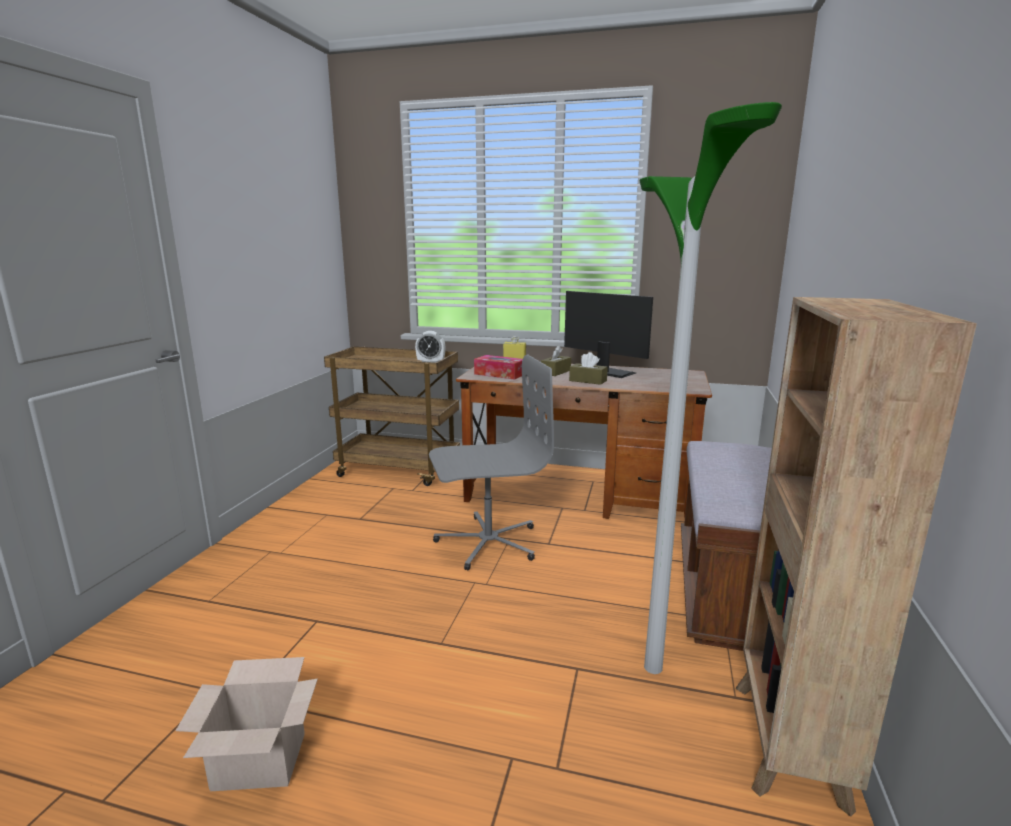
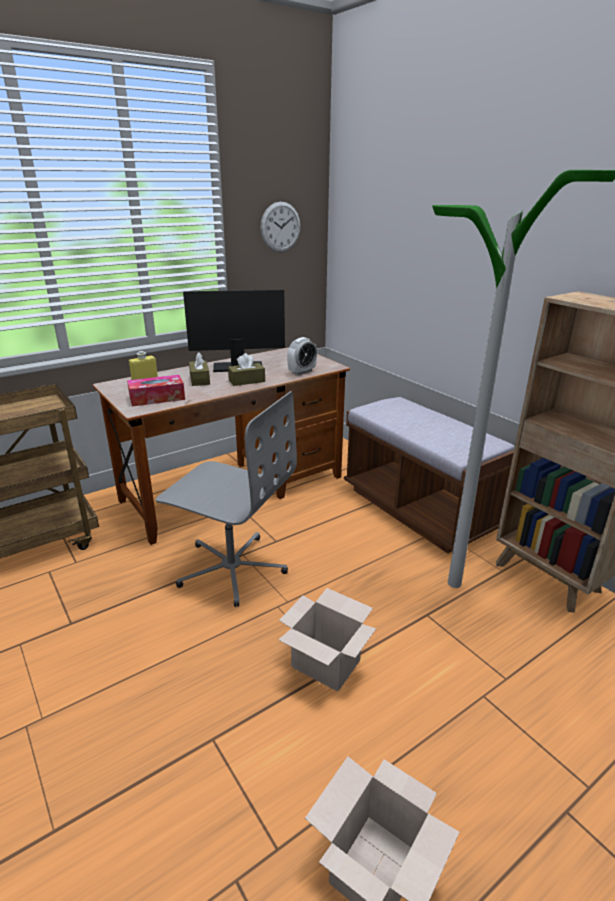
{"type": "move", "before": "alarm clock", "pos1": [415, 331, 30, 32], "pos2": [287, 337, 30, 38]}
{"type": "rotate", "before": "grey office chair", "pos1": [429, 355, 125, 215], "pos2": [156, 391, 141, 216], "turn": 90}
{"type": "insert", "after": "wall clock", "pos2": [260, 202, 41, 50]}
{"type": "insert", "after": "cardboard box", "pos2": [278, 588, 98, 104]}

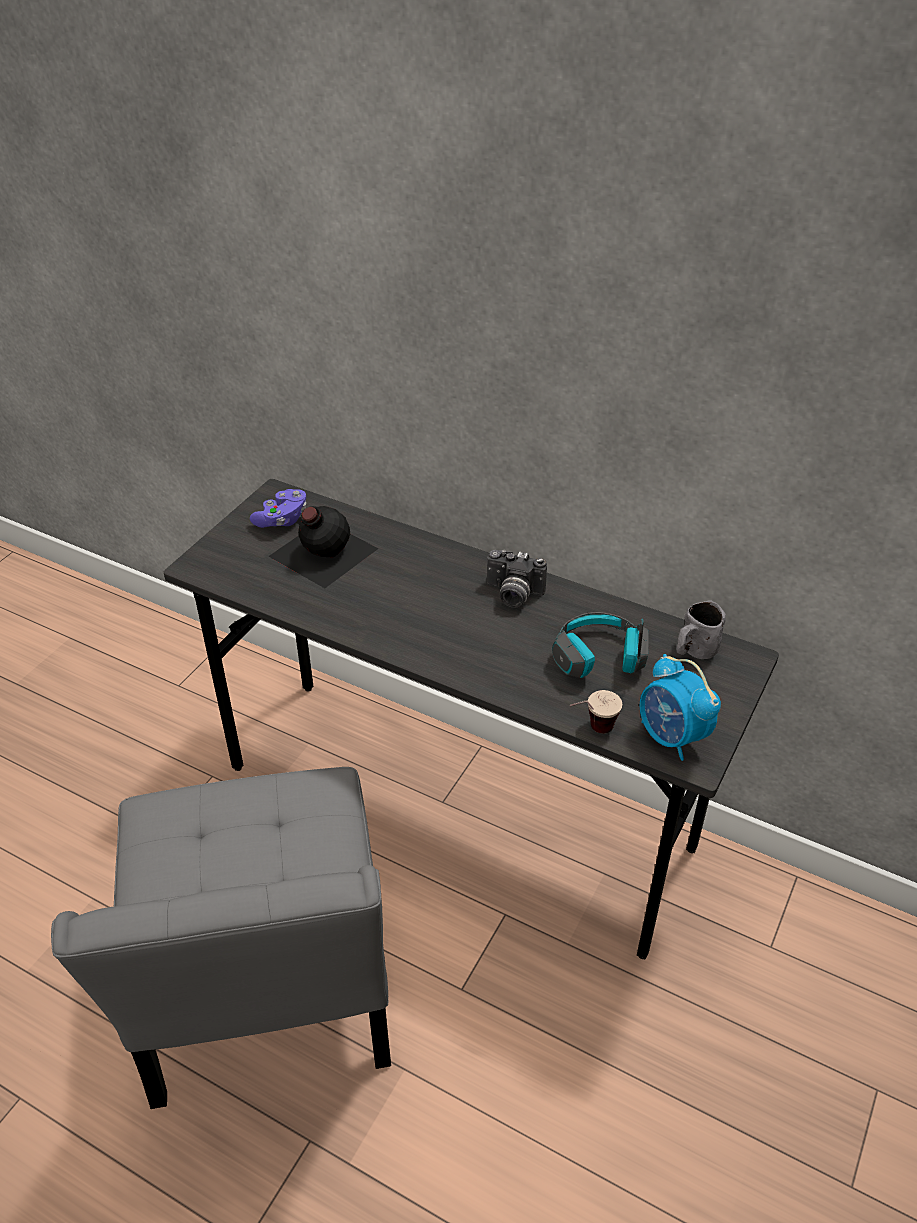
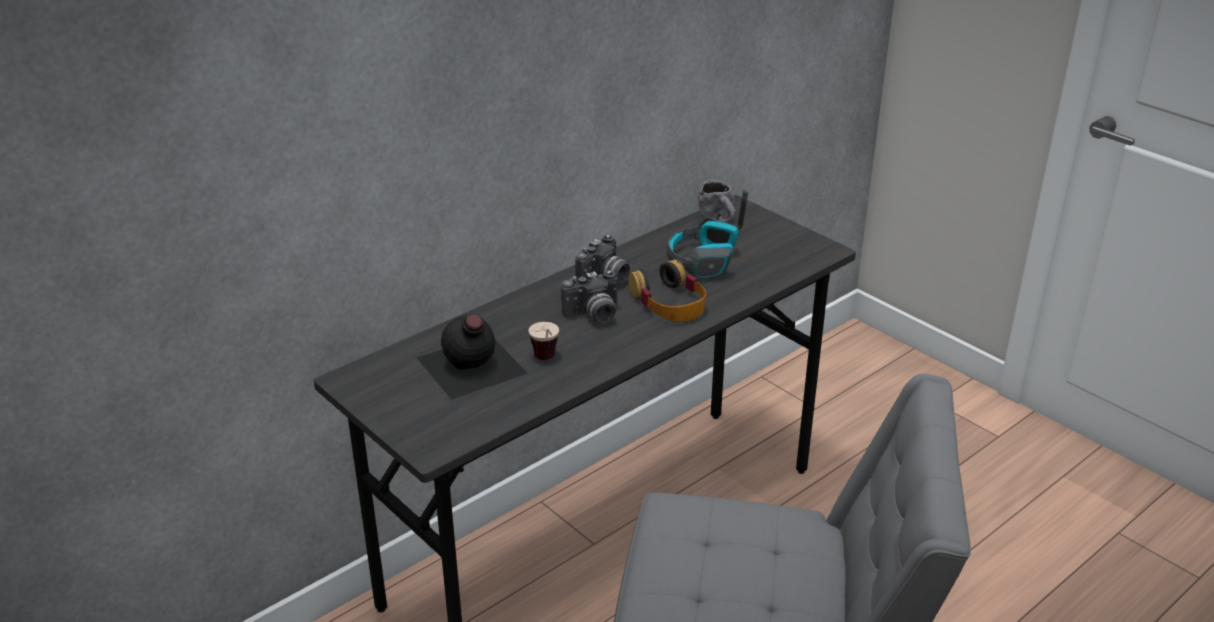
{"type": "delete", "before": "purple game controller", "pos1": [250, 489, 56, 39]}
{"type": "move", "before": "cup", "pos1": [570, 690, 52, 43], "pos2": [529, 322, 30, 38]}
{"type": "delete", "before": "alarm clock", "pos1": [640, 654, 81, 107]}
{"type": "insert", "after": "photo camera", "pos2": [561, 270, 56, 53]}
{"type": "insert", "after": "headphones", "pos2": [629, 260, 77, 62]}

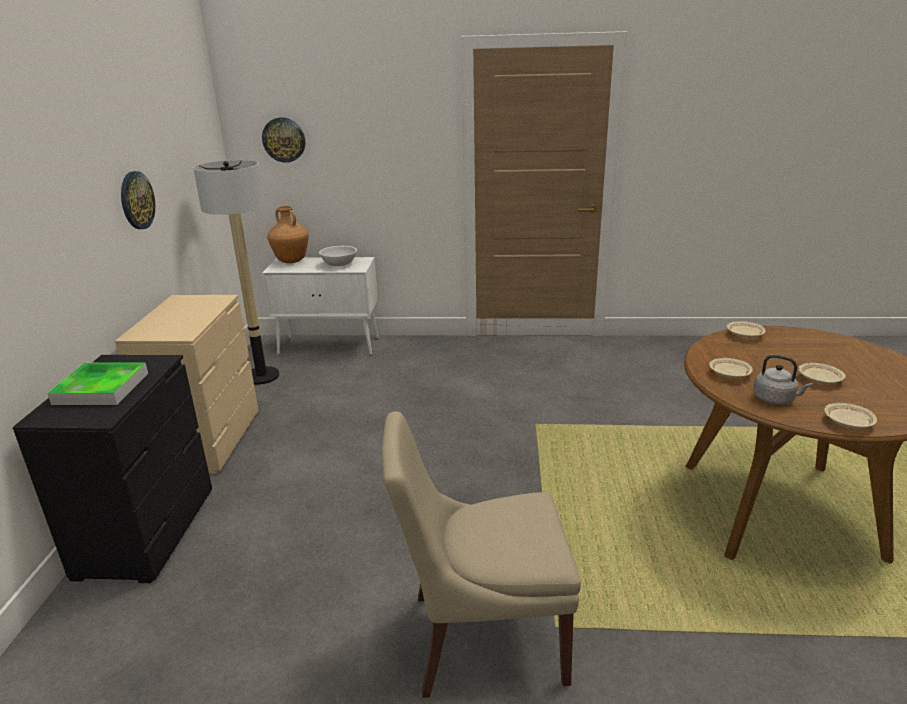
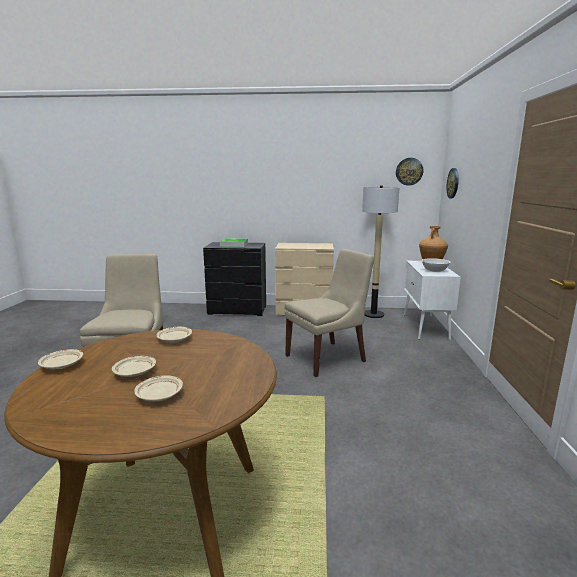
{"type": "move", "before": "wall clock", "pos1": [121, 171, 34, 58], "pos2": [396, 158, 27, 27]}
{"type": "move", "before": "beige plate", "pos1": [727, 321, 39, 17], "pos2": [134, 375, 49, 27]}
{"type": "delete", "before": "grey kettle", "pos1": [753, 355, 60, 50]}
{"type": "insert", "after": "beige chair", "pos2": [285, 249, 89, 128]}

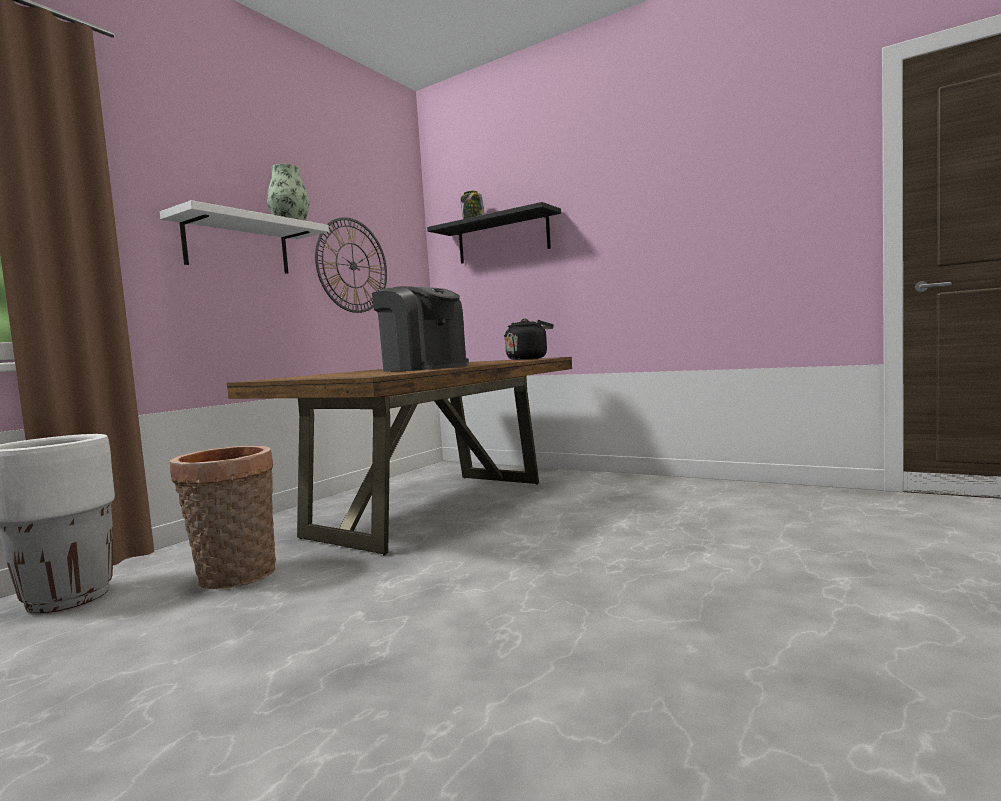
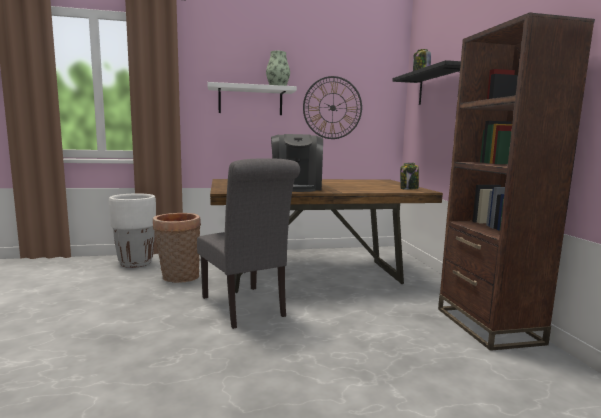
{"type": "replace", "before": "black kettle", "after": "jar", "pos1": [504, 319, 50, 41], "pos2": [400, 163, 19, 27]}
{"type": "insert", "after": "grey chair", "pos2": [197, 158, 103, 171]}
{"type": "insert", "after": "brown bookcase", "pos2": [438, 12, 157, 339]}

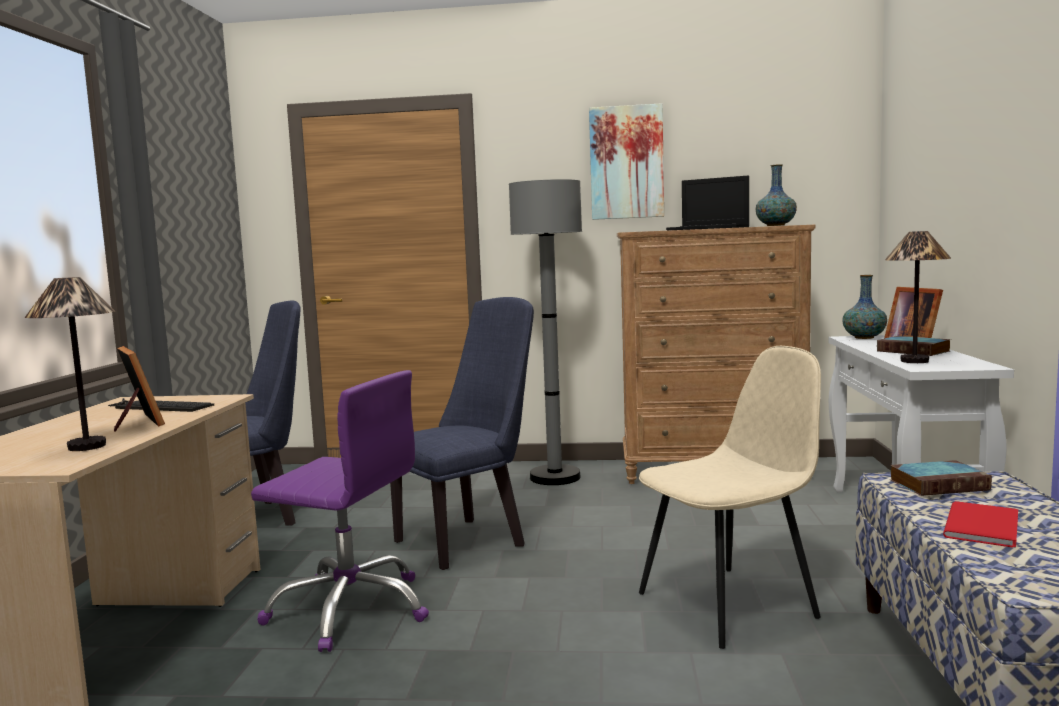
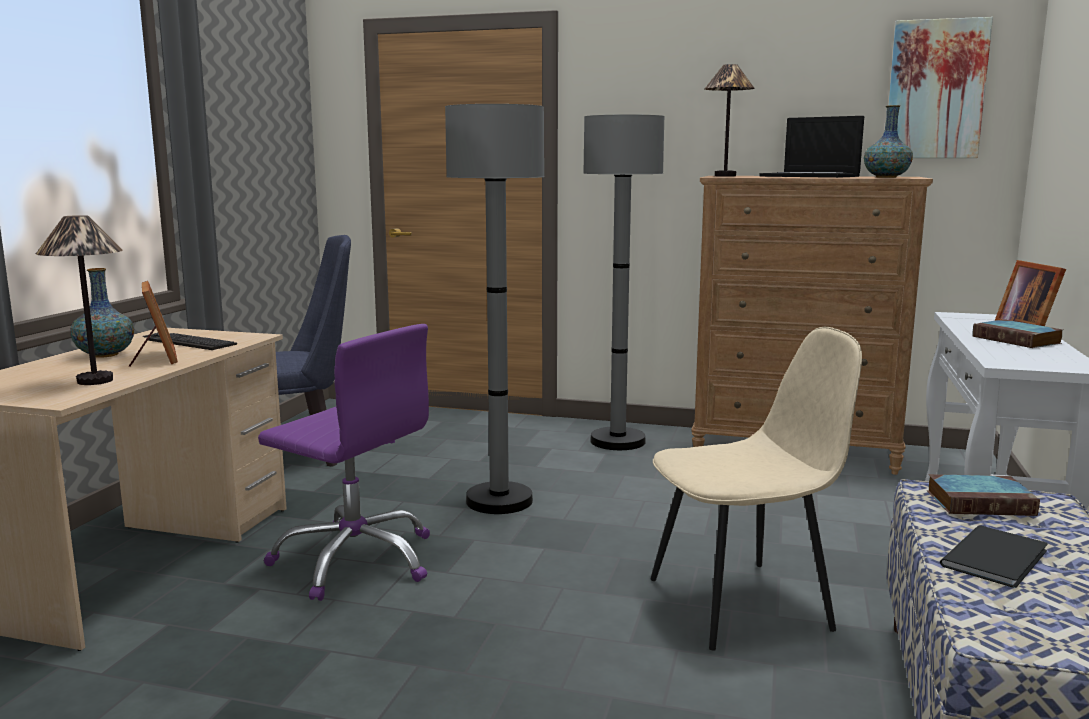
{"type": "replace", "before": "blue chair", "after": "grey floor lamp", "pos1": [390, 297, 144, 273], "pos2": [445, 104, 99, 410]}
{"type": "move", "before": "picture", "pos1": [589, 103, 75, 117], "pos2": [889, 17, 104, 141]}
{"type": "move", "before": "vase", "pos1": [842, 275, 45, 64], "pos2": [70, 268, 64, 90]}
{"type": "move", "before": "table lamp", "pos1": [885, 231, 66, 132], "pos2": [705, 64, 50, 112]}
{"type": "recolor", "before": "red book", "after": "black book", "pos1": [943, 501, 75, 47], "pos2": [940, 525, 108, 63]}

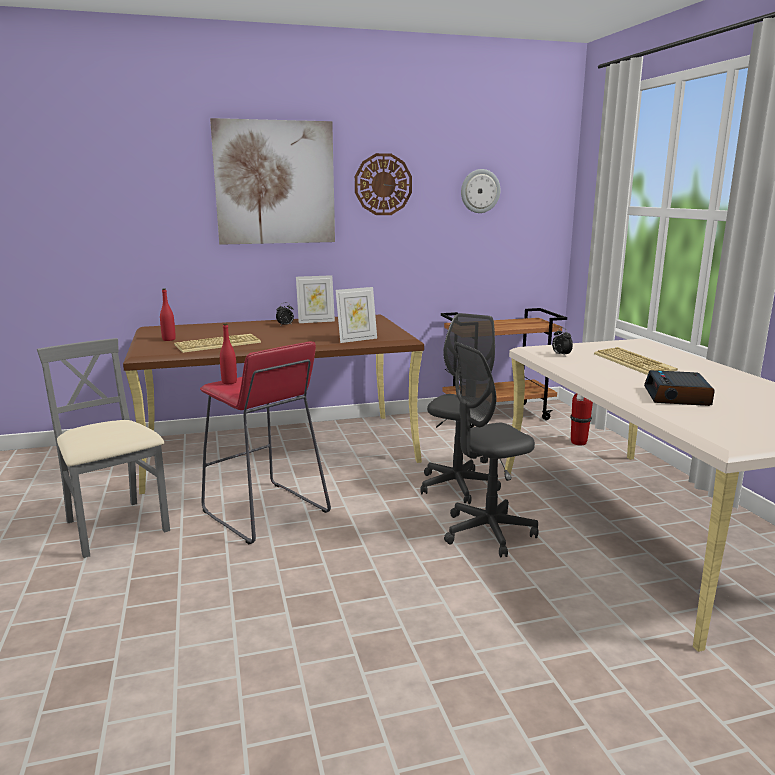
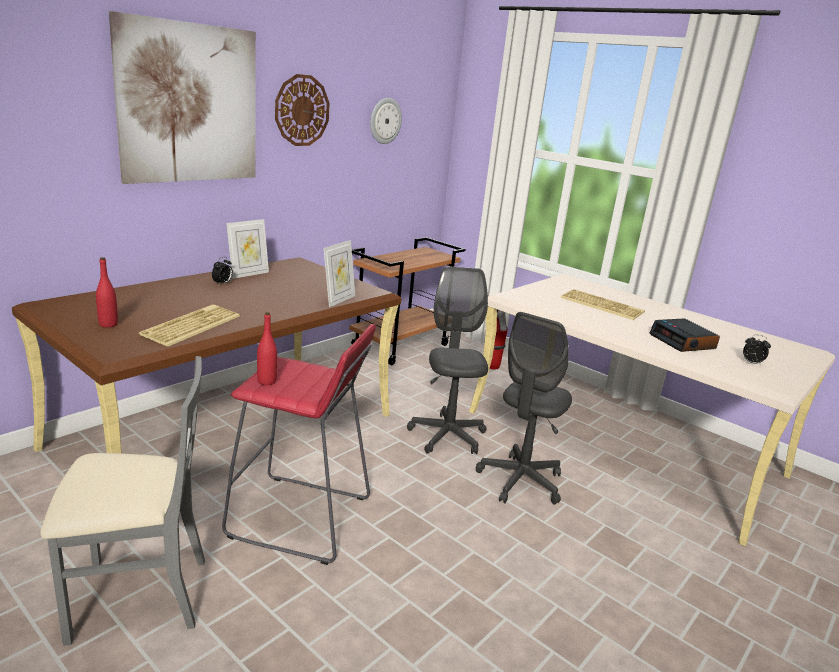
{"type": "rotate", "before": "grey chair", "pos1": [37, 338, 133, 220], "pos2": [40, 356, 165, 290], "turn": 150}
{"type": "move", "before": "alarm clock", "pos1": [552, 327, 21, 28], "pos2": [743, 335, 28, 31]}

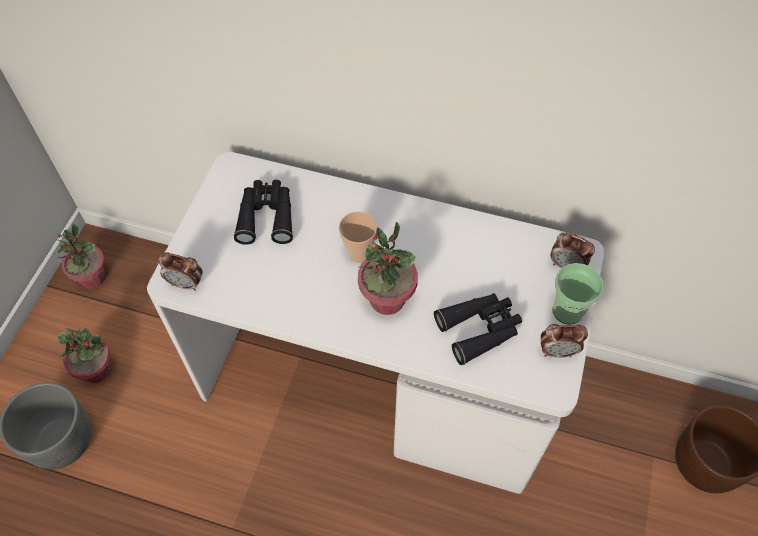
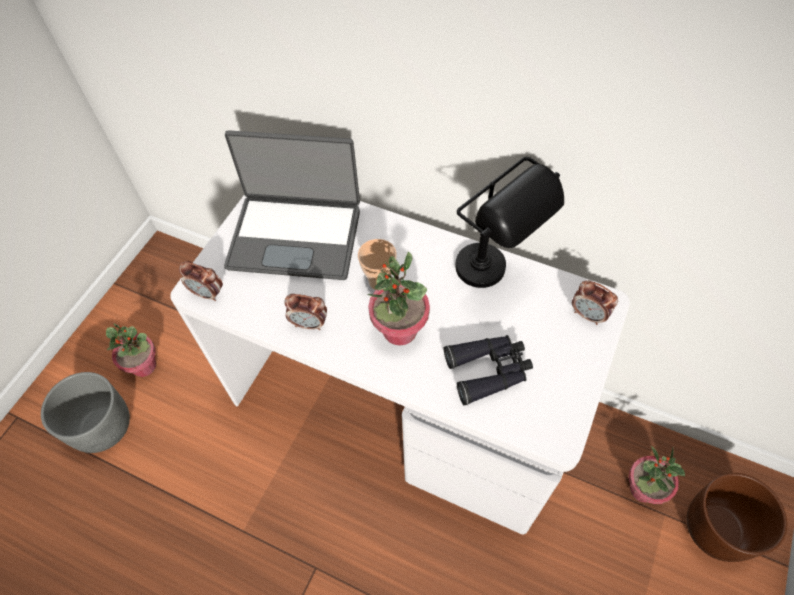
{"type": "move", "before": "potted plant", "pos1": [58, 224, 47, 65], "pos2": [629, 446, 56, 58]}
{"type": "replace", "before": "black binoculars", "after": "laptop", "pos1": [234, 180, 59, 65], "pos2": [224, 130, 136, 150]}
{"type": "move", "before": "alarm clock", "pos1": [541, 324, 47, 34], "pos2": [284, 294, 43, 36]}
{"type": "delete", "before": "cup", "pos1": [552, 263, 52, 62]}
{"type": "insert", "after": "black table lamp", "pos2": [455, 157, 109, 131]}

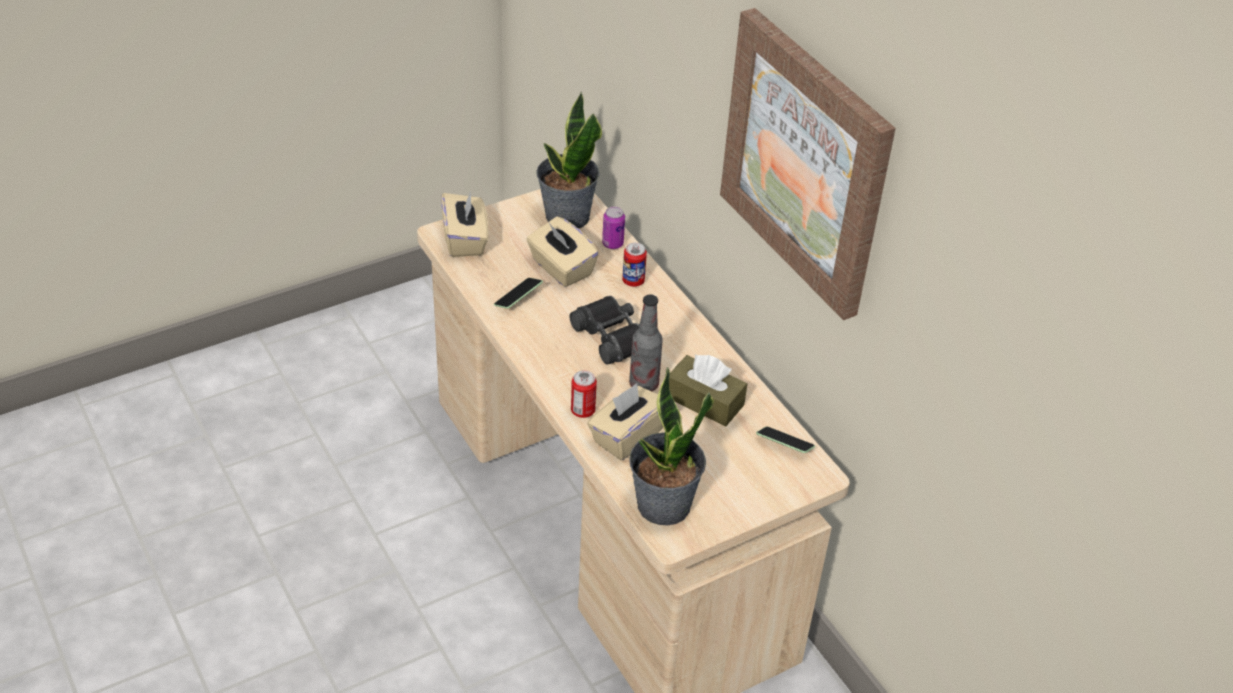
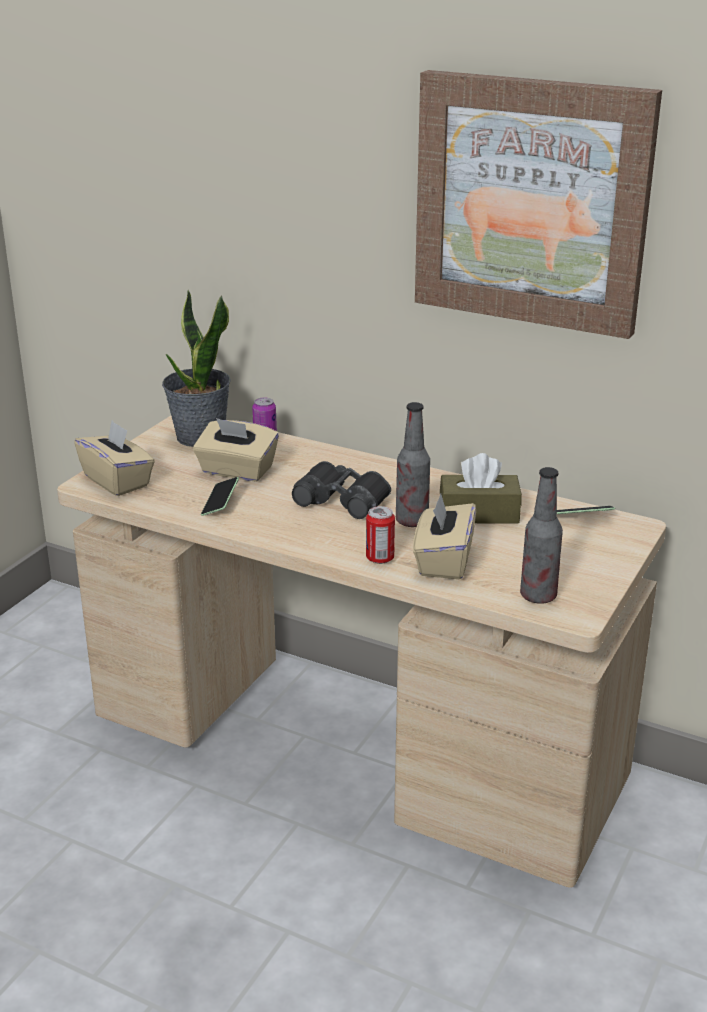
{"type": "delete", "before": "can", "pos1": [622, 243, 25, 44]}
{"type": "replace", "before": "potted plant", "after": "bottle", "pos1": [629, 367, 85, 158], "pos2": [520, 467, 43, 137]}

